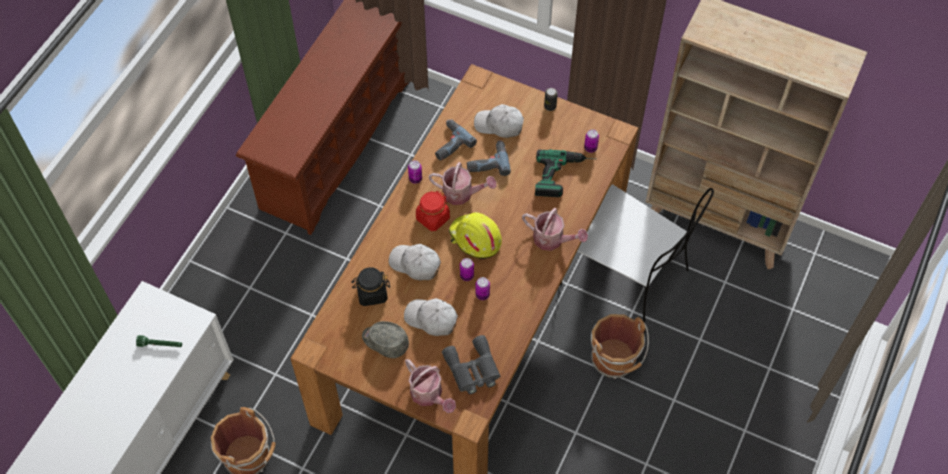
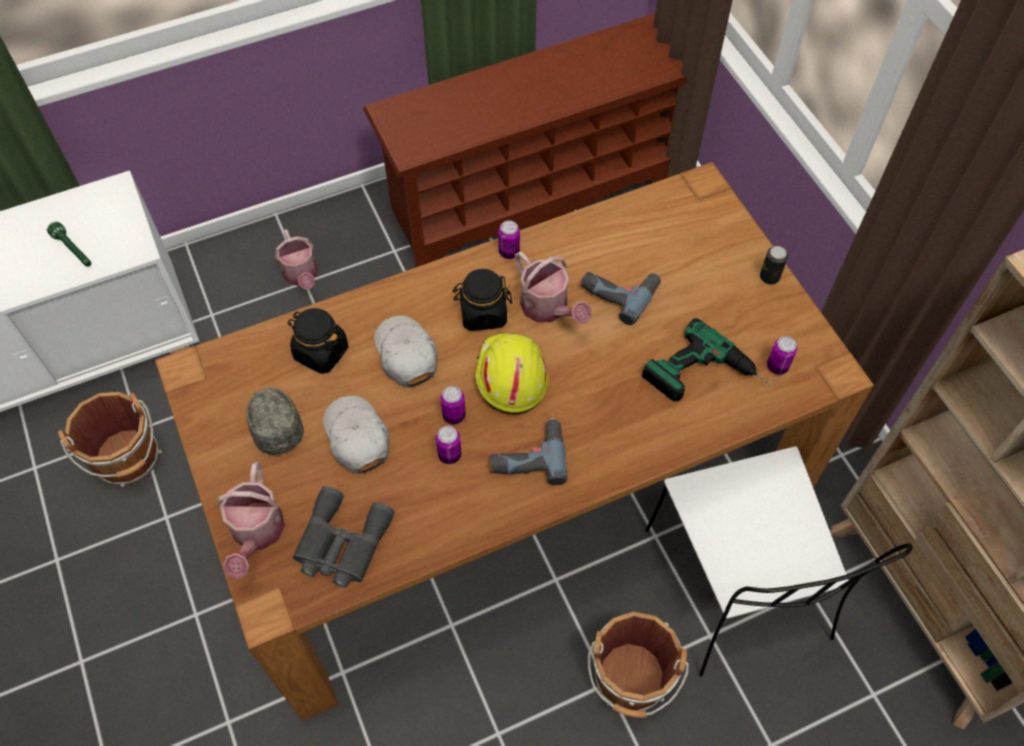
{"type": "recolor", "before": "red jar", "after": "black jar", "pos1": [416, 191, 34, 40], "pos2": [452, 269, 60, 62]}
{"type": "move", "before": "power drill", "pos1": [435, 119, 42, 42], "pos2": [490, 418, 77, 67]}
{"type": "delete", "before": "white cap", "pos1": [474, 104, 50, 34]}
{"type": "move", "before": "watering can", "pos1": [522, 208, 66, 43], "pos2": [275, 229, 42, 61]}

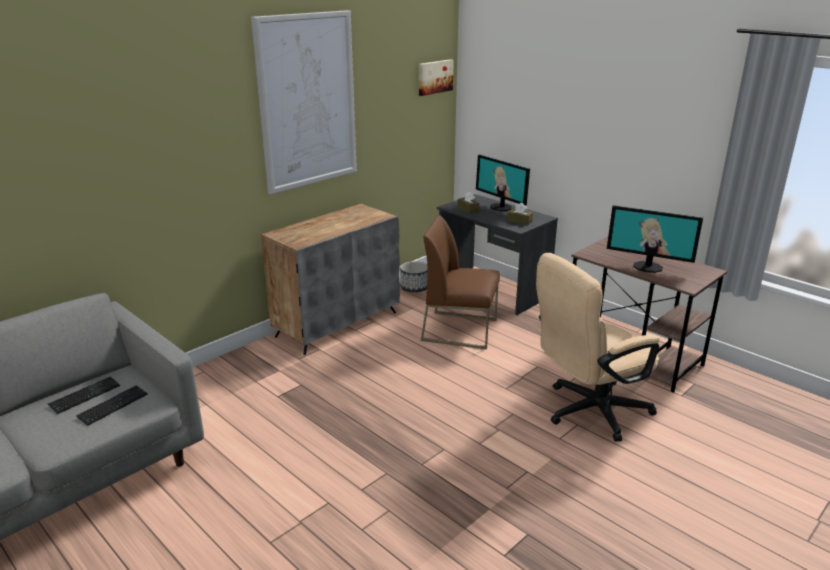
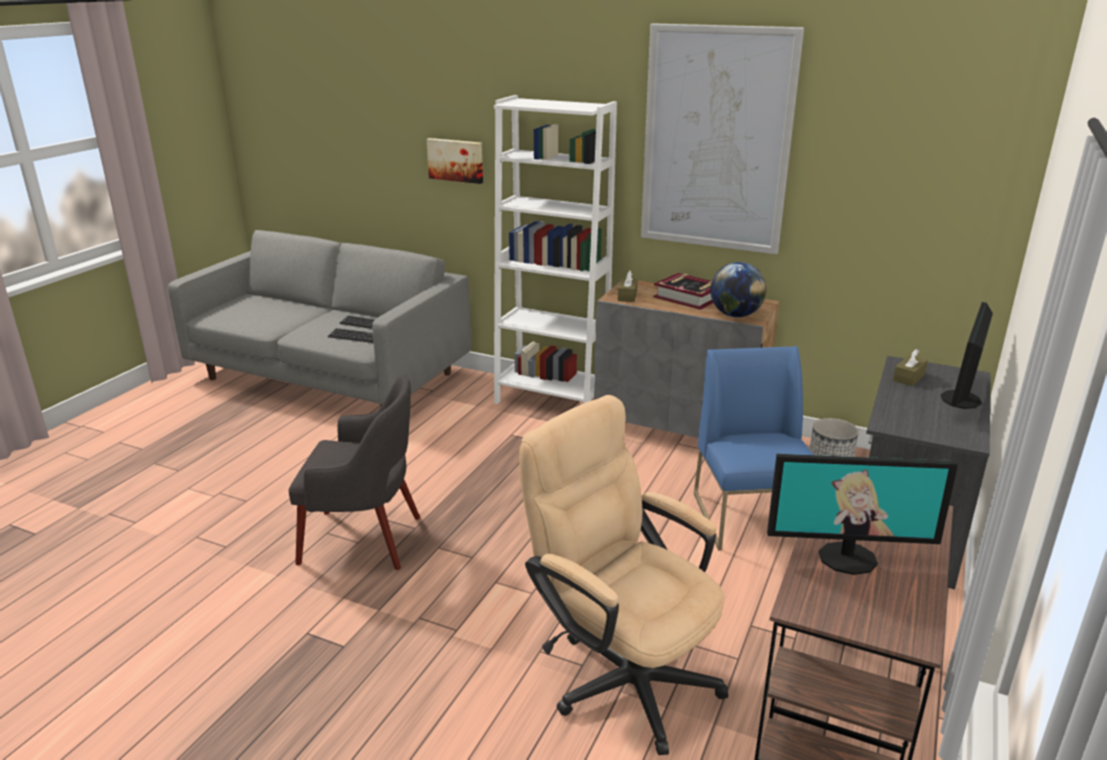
{"type": "move", "before": "picture", "pos1": [419, 59, 35, 37], "pos2": [427, 138, 56, 46]}
{"type": "recolor", "before": "brown chair", "after": "blue chair", "pos1": [421, 215, 79, 135], "pos2": [694, 346, 120, 205]}
{"type": "move", "before": "brown tissue box", "pos1": [507, 203, 26, 22], "pos2": [618, 271, 20, 31]}
{"type": "rotate", "before": "monitor", "pos1": [607, 205, 96, 68], "pos2": [767, 454, 191, 121], "turn": -90}
{"type": "insert", "after": "grey armchair", "pos2": [288, 375, 132, 195]}
{"type": "insert", "after": "white bookcase", "pos2": [494, 95, 123, 309]}
{"type": "insert", "after": "book", "pos2": [653, 273, 60, 37]}
{"type": "insert", "after": "globe", "pos2": [710, 262, 56, 55]}

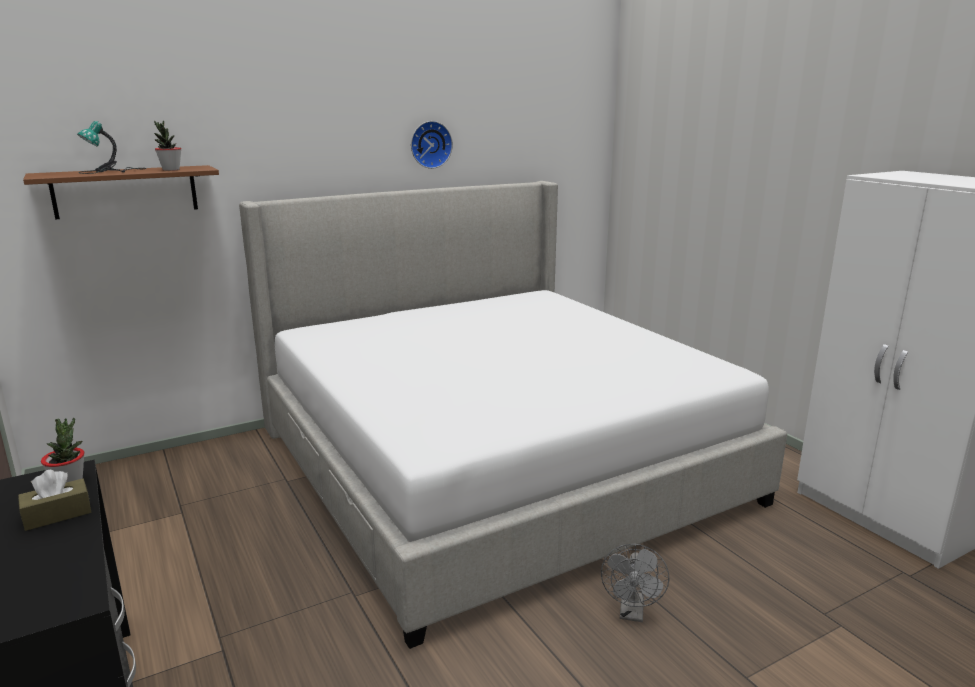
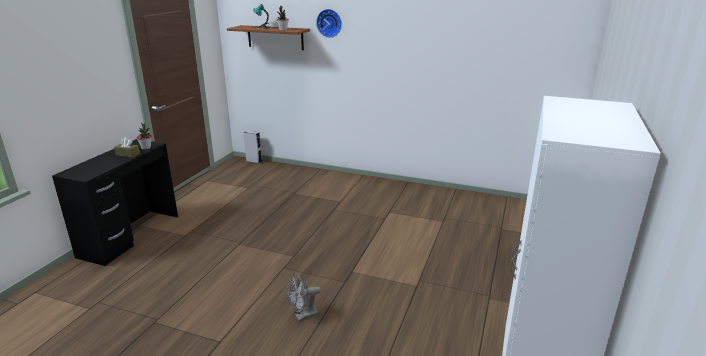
{"type": "delete", "before": "bed", "pos1": [239, 181, 548, 468]}
{"type": "move", "before": "wall clock", "pos1": [411, 121, 42, 48], "pos2": [316, 9, 26, 29]}
{"type": "insert", "after": "grey speaker", "pos2": [243, 131, 19, 33]}

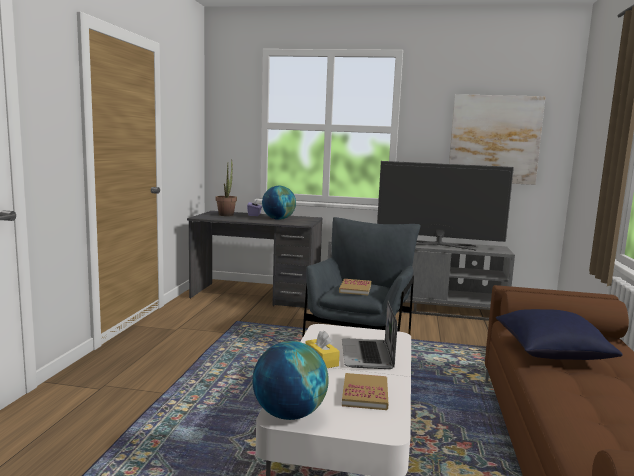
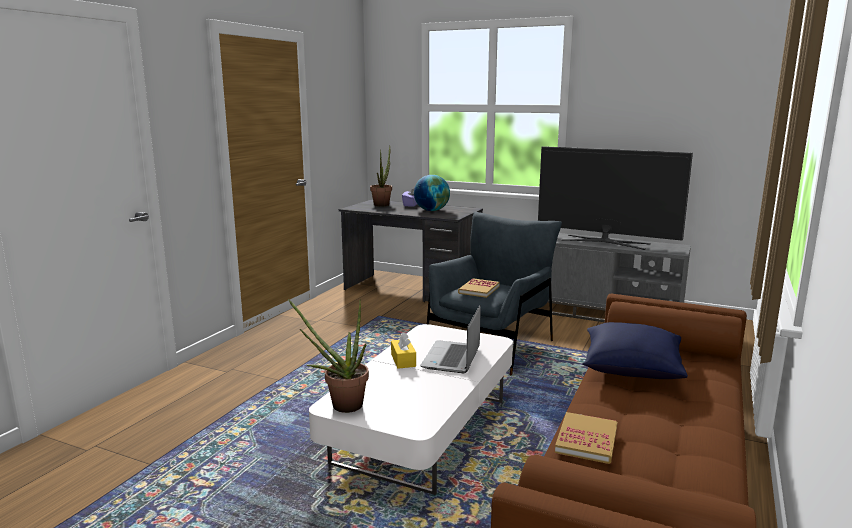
{"type": "replace", "before": "globe", "after": "potted plant", "pos1": [252, 341, 77, 79], "pos2": [288, 299, 81, 114]}
{"type": "move", "before": "book", "pos1": [342, 373, 46, 37], "pos2": [555, 412, 62, 52]}
{"type": "delete", "before": "picture", "pos1": [449, 94, 97, 91]}

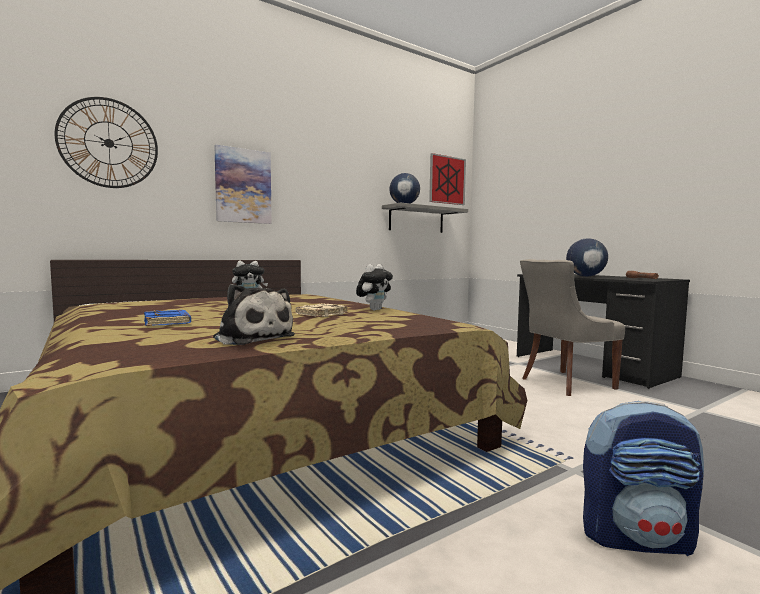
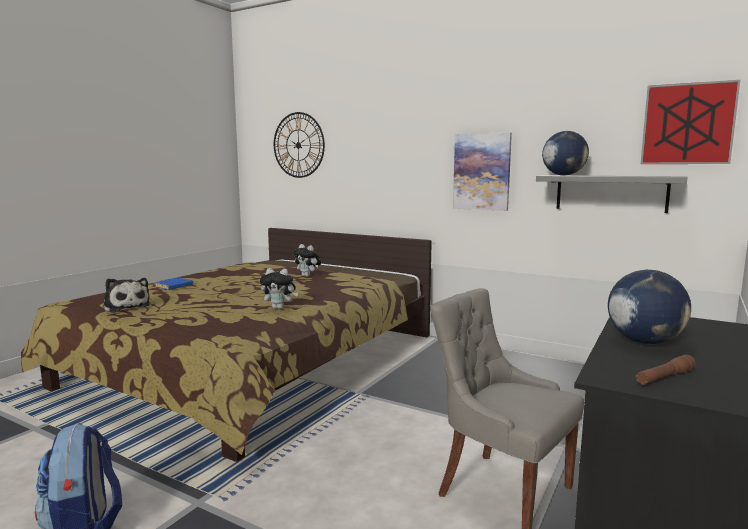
{"type": "rotate", "before": "plush toy", "pos1": [213, 284, 82, 61], "pos2": [103, 278, 47, 35], "turn": -60}
{"type": "move", "before": "picture", "pos1": [214, 145, 58, 79], "pos2": [453, 133, 59, 78]}
{"type": "delete", "before": "beige book", "pos1": [296, 303, 52, 14]}

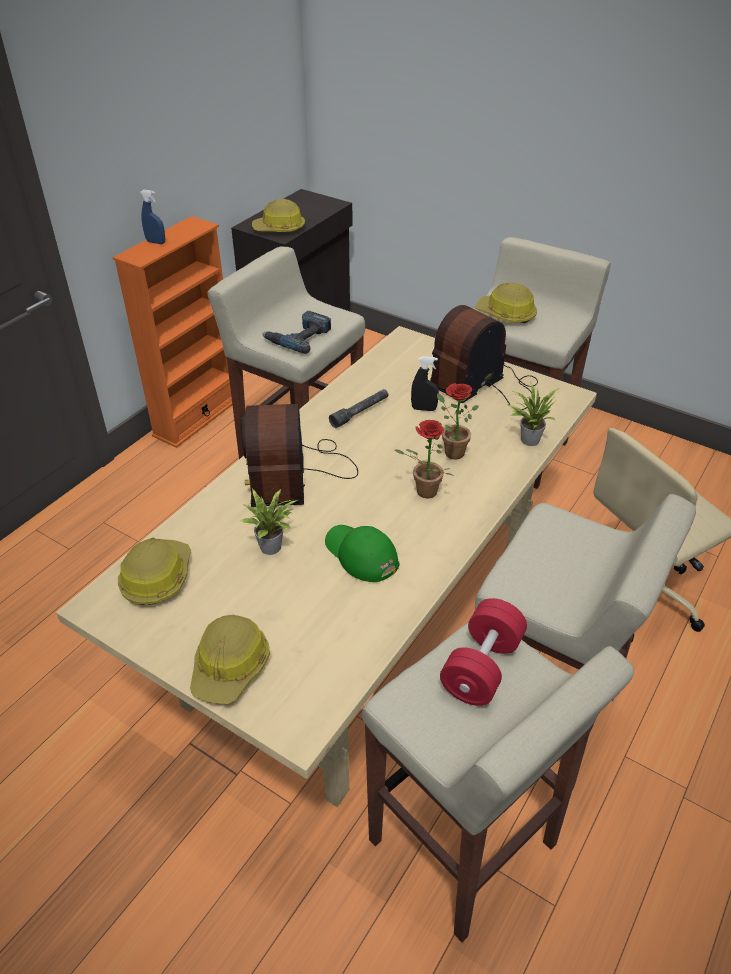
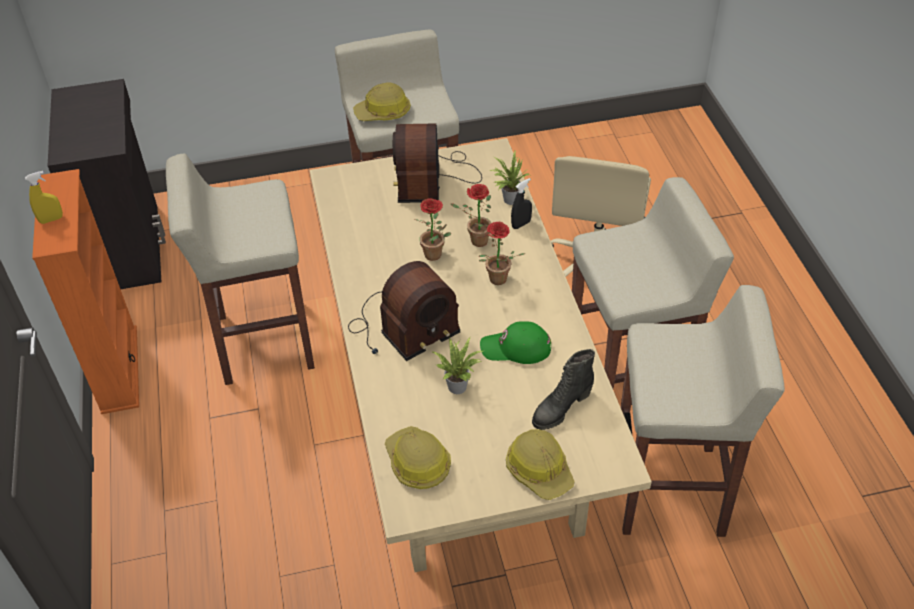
{"type": "recolor", "before": "blue spray bottle", "after": "yellow spray bottle", "pos1": [140, 189, 25, 55], "pos2": [25, 171, 38, 53]}
{"type": "rotate", "before": "radio", "pos1": [242, 404, 116, 103], "pos2": [348, 261, 113, 100], "turn": -75}
{"type": "delete", "before": "hard hat", "pos1": [252, 199, 53, 33]}
{"type": "delete", "before": "power drill", "pos1": [262, 311, 69, 43]}
{"type": "delete", "before": "grey flashlight", "pos1": [329, 389, 59, 39]}
{"type": "move", "before": "black spray bottle", "pos1": [411, 356, 28, 55], "pos2": [511, 178, 21, 51]}
{"type": "delete", "before": "red dumbbell", "pos1": [440, 598, 87, 108]}
{"type": "insert", "after": "potted plant", "pos2": [415, 198, 36, 63]}
{"type": "insert", "after": "black boot", "pos2": [532, 349, 63, 81]}

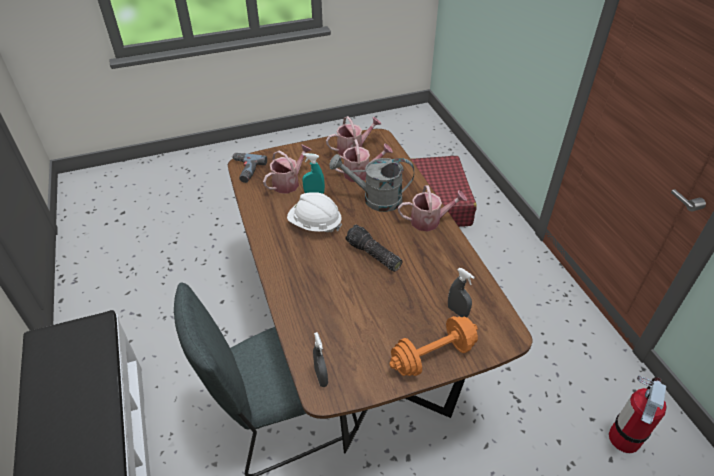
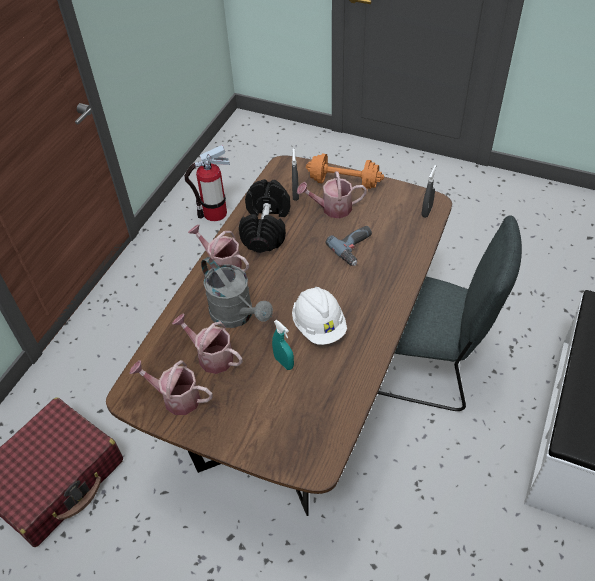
{"type": "move", "before": "power drill", "pos1": [232, 153, 35, 30], "pos2": [325, 226, 47, 40]}
{"type": "move", "before": "watering can", "pos1": [263, 145, 49, 49], "pos2": [297, 171, 70, 48]}
{"type": "delete", "before": "flashlight", "pos1": [346, 225, 57, 47]}
{"type": "insert", "after": "black dumbbell", "pos2": [239, 179, 51, 74]}

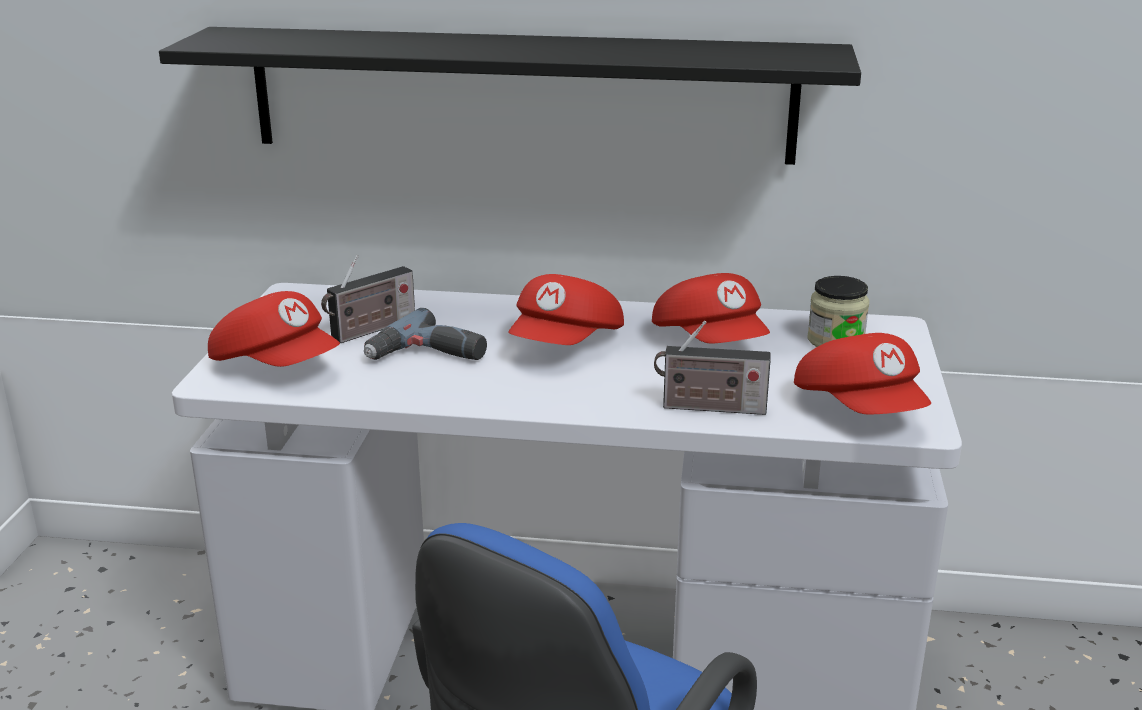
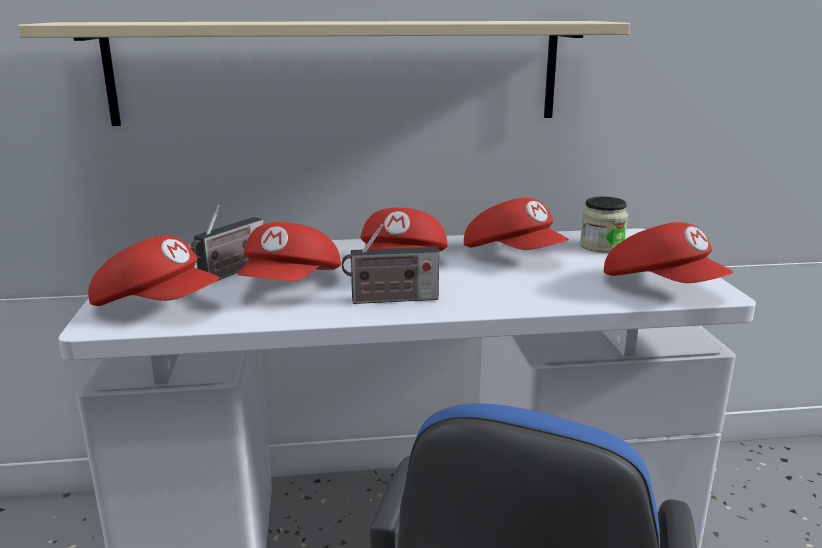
{"type": "recolor", "before": "black shelf", "after": "beige shelf", "pos1": [159, 27, 702, 138], "pos2": [18, 21, 612, 105]}
{"type": "replace", "before": "power drill", "after": "red cap", "pos1": [364, 308, 123, 52], "pos2": [237, 222, 104, 59]}
{"type": "move", "before": "radio", "pos1": [654, 321, 117, 94], "pos2": [342, 224, 97, 80]}

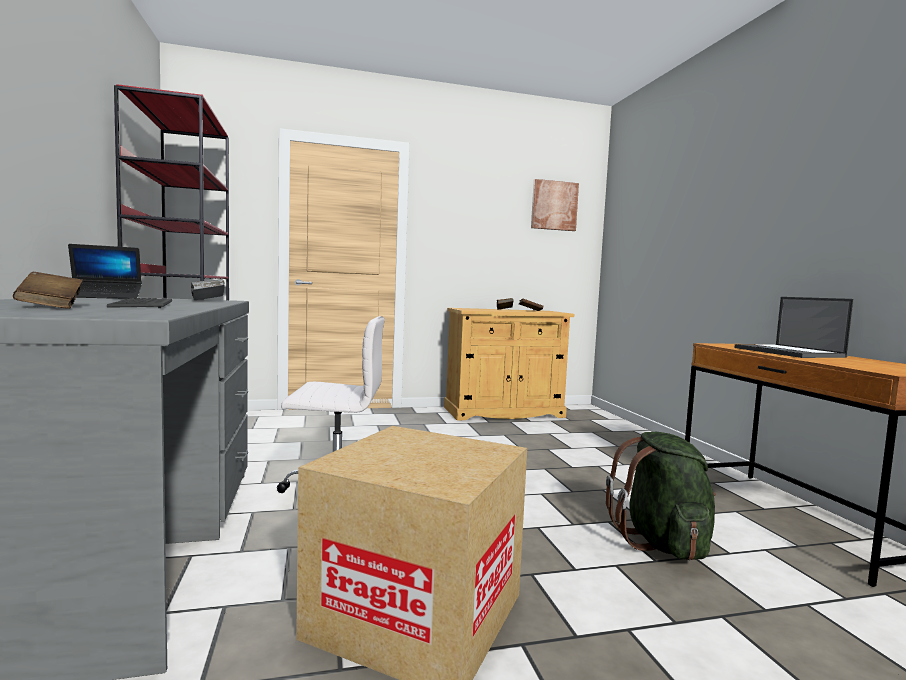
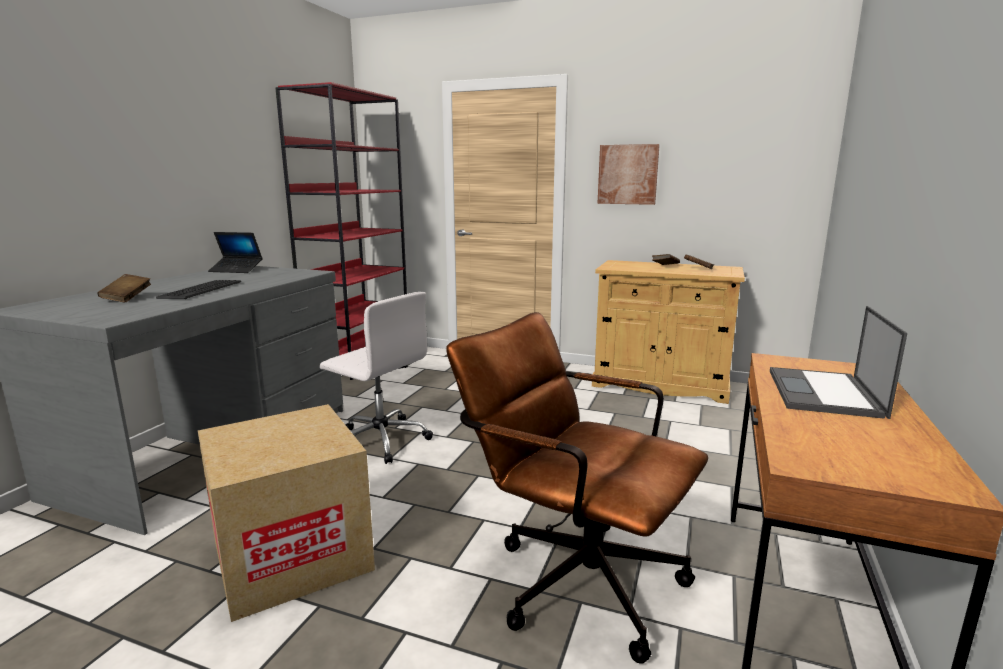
{"type": "delete", "before": "grey book", "pos1": [191, 279, 34, 21]}
{"type": "move", "before": "picture", "pos1": [531, 179, 48, 52], "pos2": [598, 144, 62, 61]}
{"type": "replace", "before": "green backpack", "after": "brown office chair", "pos1": [606, 432, 110, 128], "pos2": [447, 312, 261, 352]}

